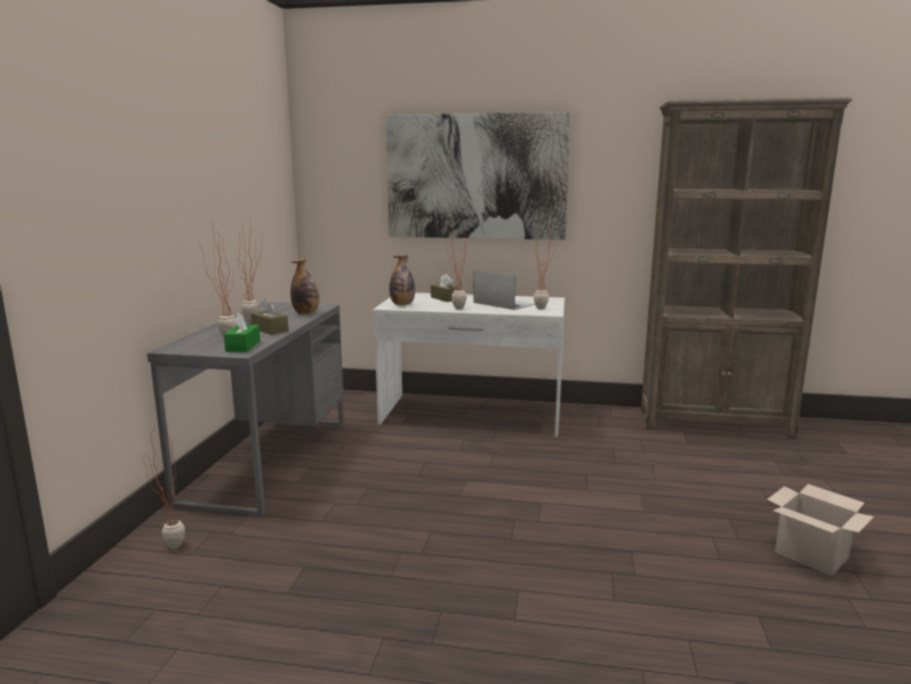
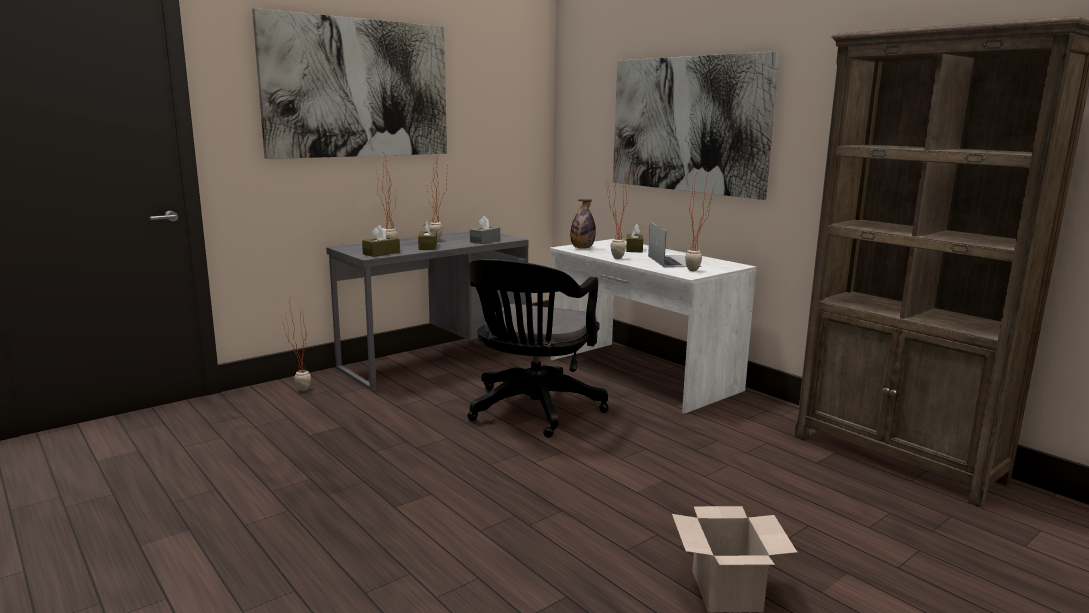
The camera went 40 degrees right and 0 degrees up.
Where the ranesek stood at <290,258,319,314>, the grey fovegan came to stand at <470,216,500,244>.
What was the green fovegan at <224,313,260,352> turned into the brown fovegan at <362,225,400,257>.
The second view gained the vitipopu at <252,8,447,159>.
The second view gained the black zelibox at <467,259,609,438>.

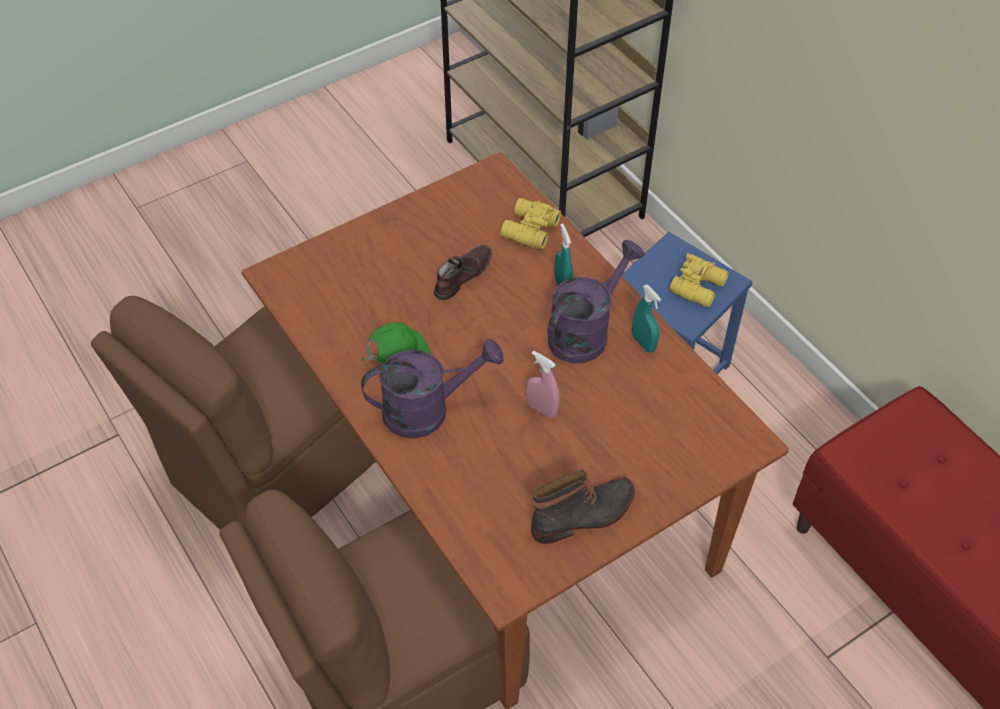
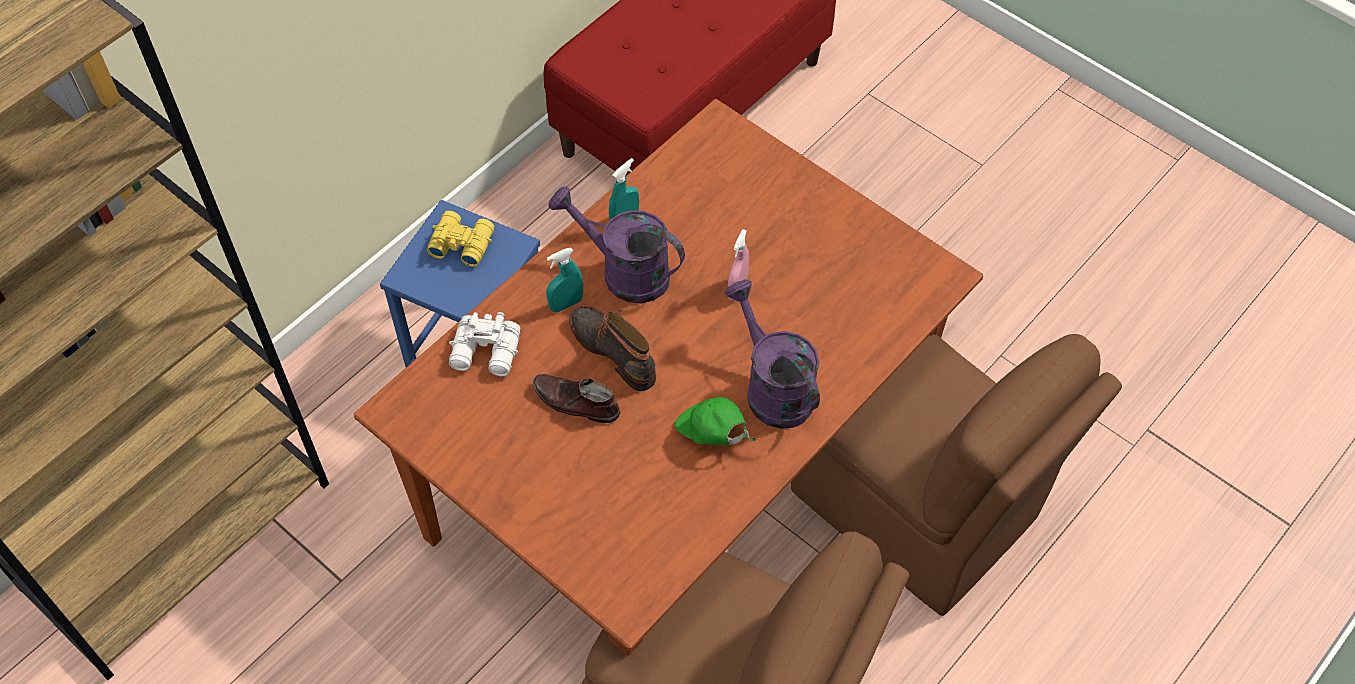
The camera went 105 degrees left and 5 degrees up.
What was the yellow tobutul at <500,198,561,250> turned into the white tobutul at <449,312,520,376>.
The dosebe ended up elsewhere, having gone from <531,469,635,544> to <569,305,656,391>.

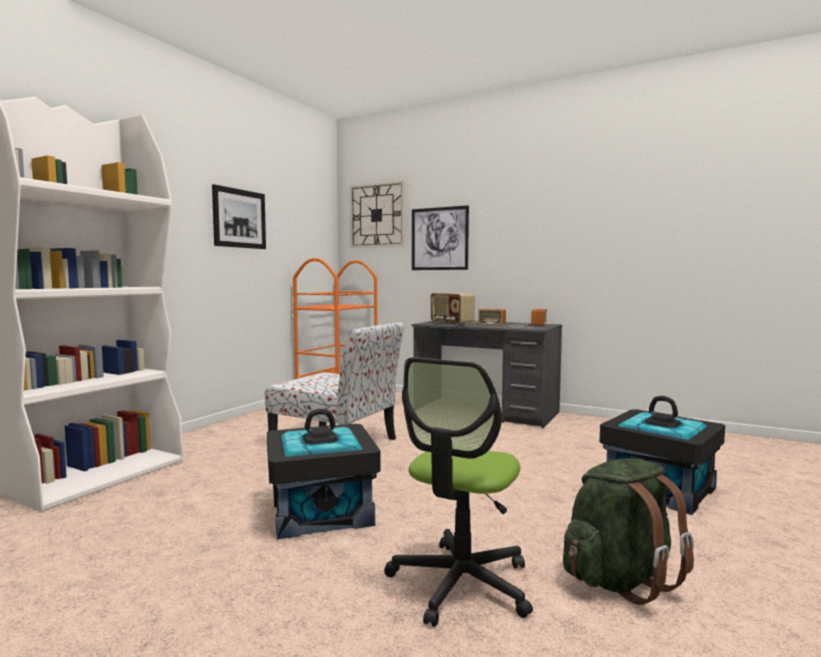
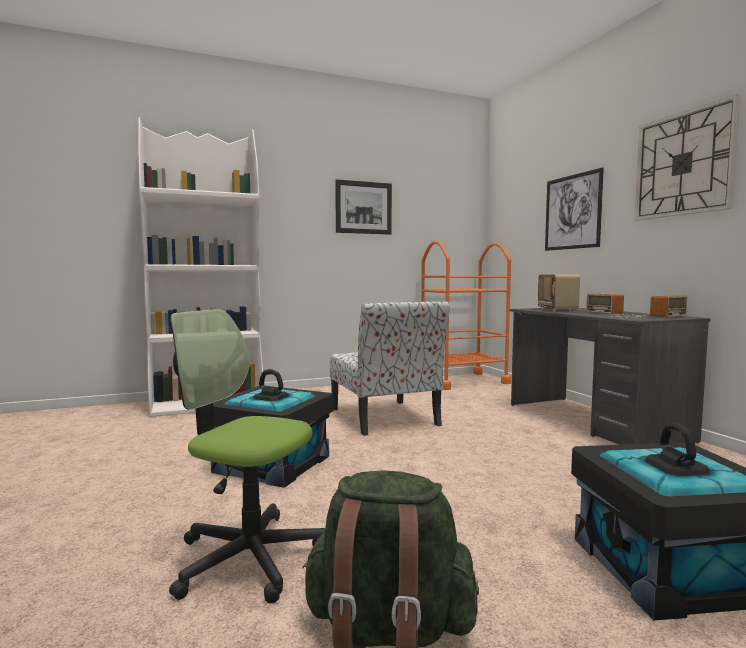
The camera went 40 degrees right and 0 degrees up.
The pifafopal ended up elsewhere, having gone from <350,181,405,248> to <634,94,740,220>.
The zelibox at <384,357,533,627> ended up facing another way, 45 degrees clockwise from before.

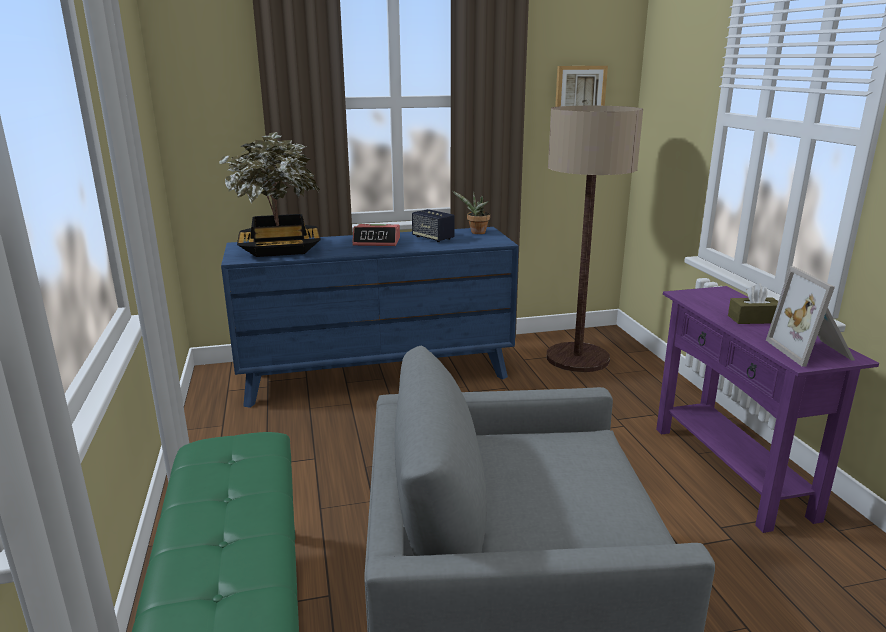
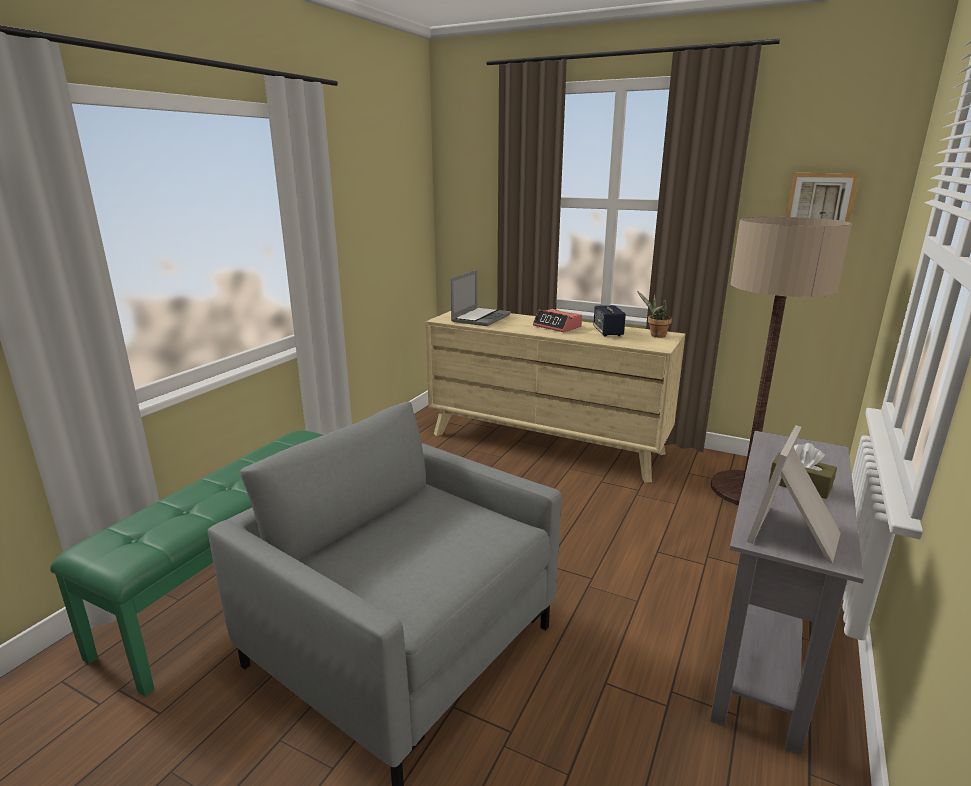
The camera went 40 degrees right and 0 degrees up.
Where the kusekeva stood at <219,132,321,257>, the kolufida came to stand at <450,270,511,326>.
What was the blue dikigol at <221,227,519,408> turned into the beige dikigol at <425,311,685,482>.
What was the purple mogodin at <656,286,879,533> turned into the grey mogodin at <710,431,864,755>.

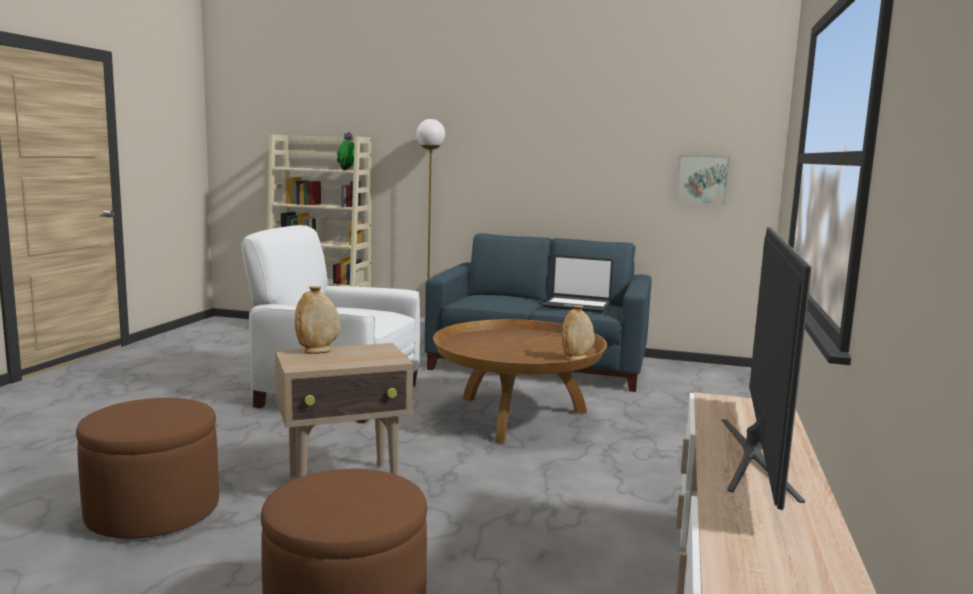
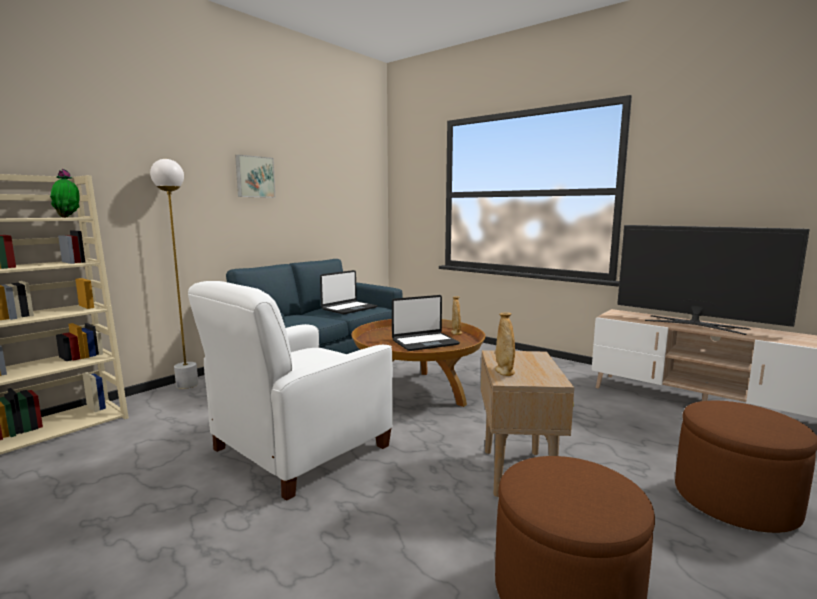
The camera went 65 degrees left and 0 degrees up.
The vitipopu ended up elsewhere, having gone from <675,155,730,206> to <235,155,275,198>.
The second view gained the kolufida at <392,295,460,351>.

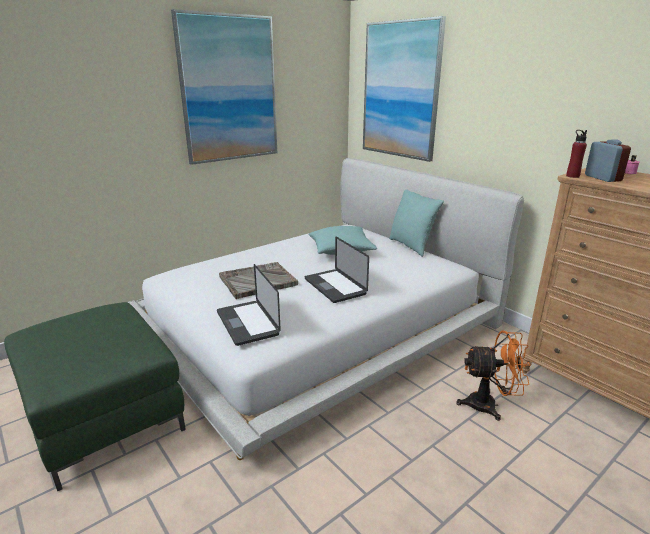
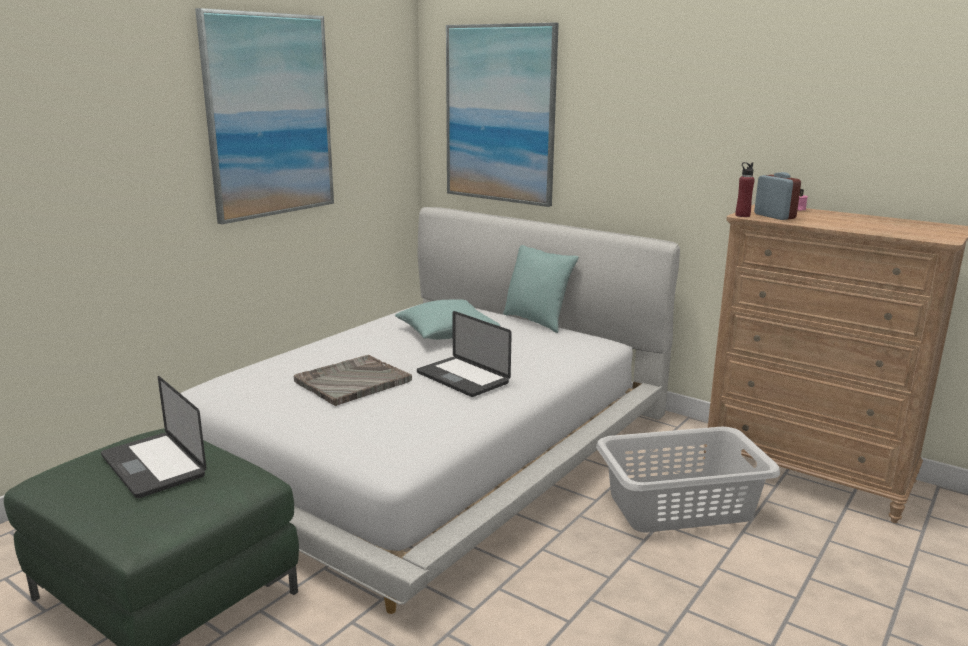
The camera went 15 degrees left and 5 degrees down.
The kolufida ended up elsewhere, having gone from <217,264,281,346> to <101,376,207,498>.
Where the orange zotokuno stood at <456,331,531,421>, the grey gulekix came to stand at <596,426,780,532>.

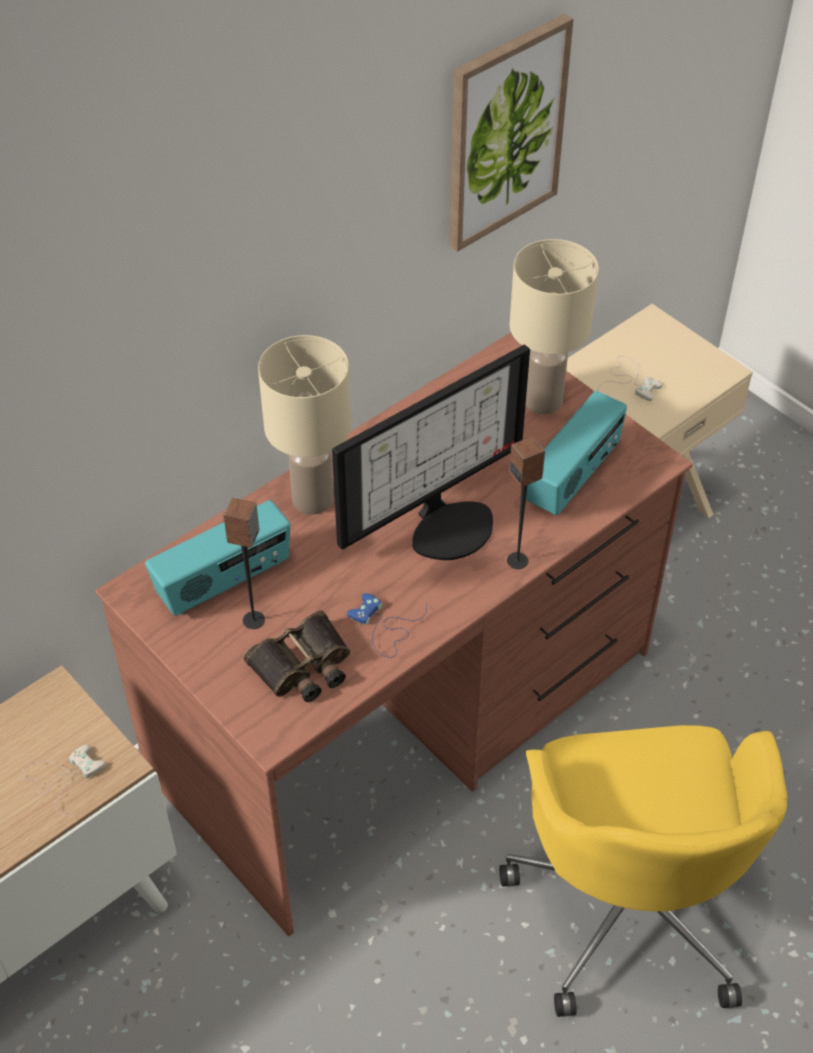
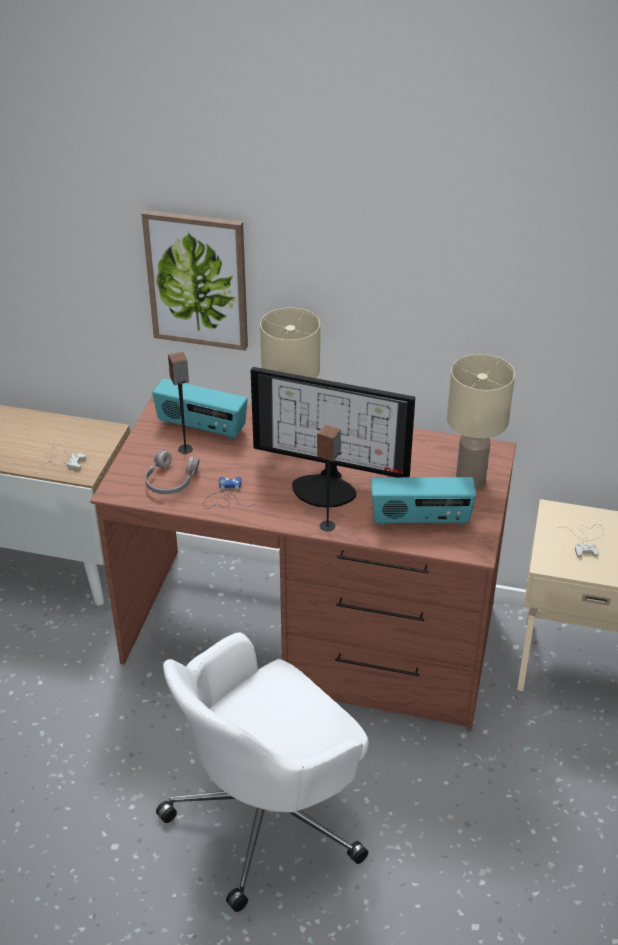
The camera went 55 degrees right and 10 degrees down.
The vitipopu ended up elsewhere, having gone from <449,14,574,252> to <142,210,248,351>.
Where the tobutul stood at <244,610,350,702>, the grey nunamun came to stand at <145,450,200,494>.
What was the yellow zelibox at <500,725,787,1017> turned into the white zelibox at <156,632,369,912>.

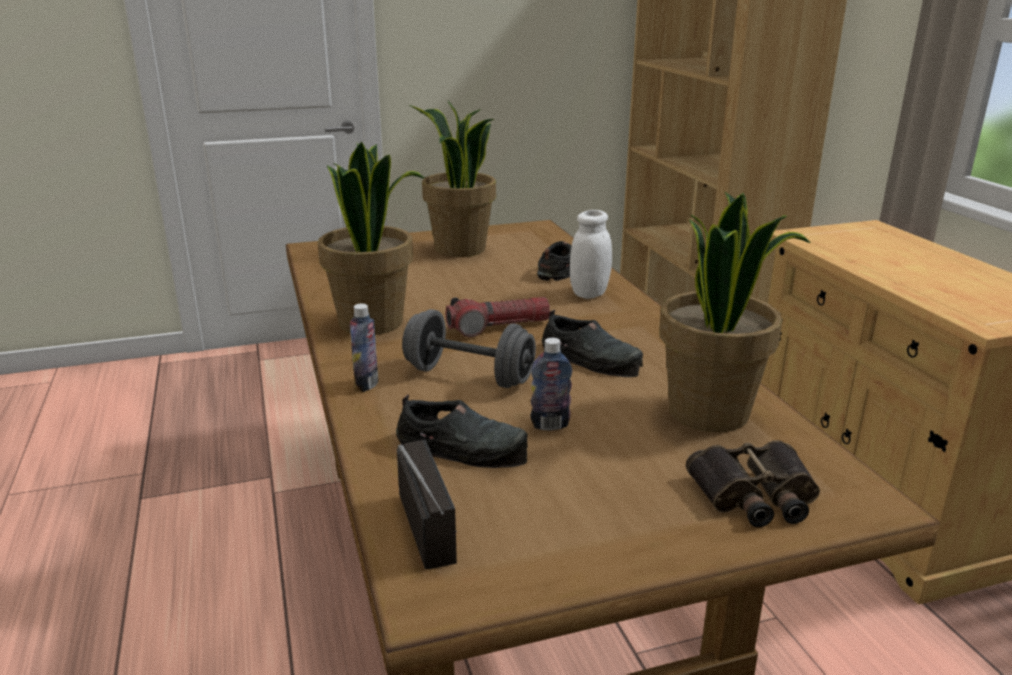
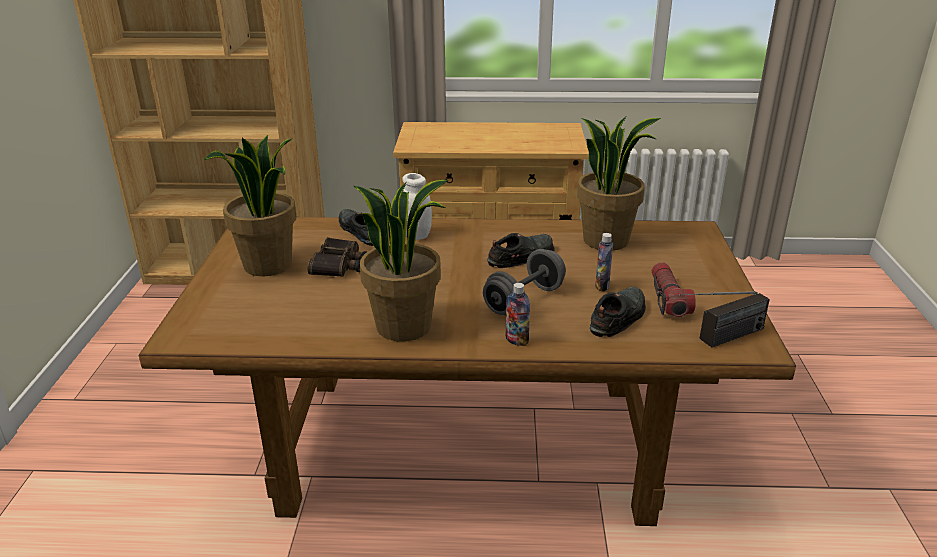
The camera went 70 degrees left and 5 degrees up.
The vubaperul ended up elsewhere, having gone from <446,297,550,337> to <652,262,696,317>.
The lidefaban at <397,440,457,569> ended up facing another way, 150 degrees clockwise from before.
The tobutul ended up elsewhere, having gone from <686,440,820,527> to <308,237,367,277>.

